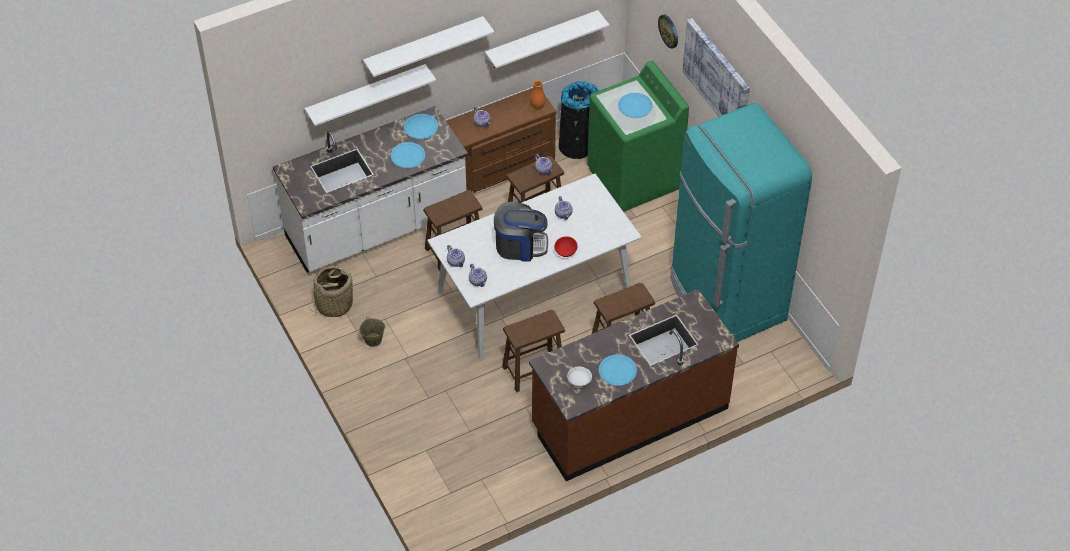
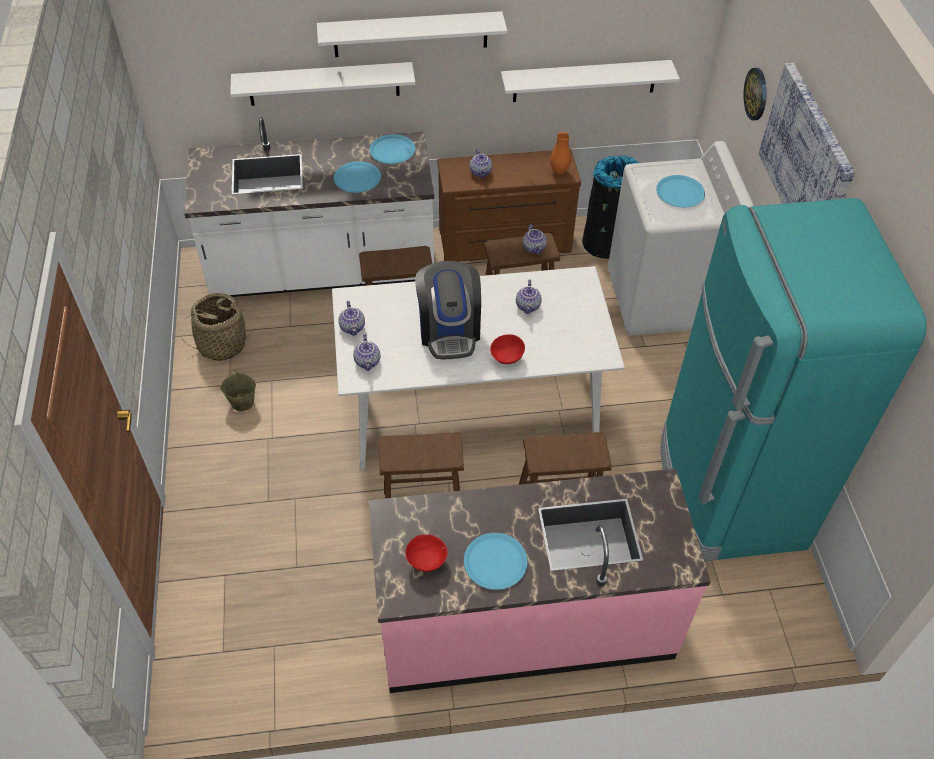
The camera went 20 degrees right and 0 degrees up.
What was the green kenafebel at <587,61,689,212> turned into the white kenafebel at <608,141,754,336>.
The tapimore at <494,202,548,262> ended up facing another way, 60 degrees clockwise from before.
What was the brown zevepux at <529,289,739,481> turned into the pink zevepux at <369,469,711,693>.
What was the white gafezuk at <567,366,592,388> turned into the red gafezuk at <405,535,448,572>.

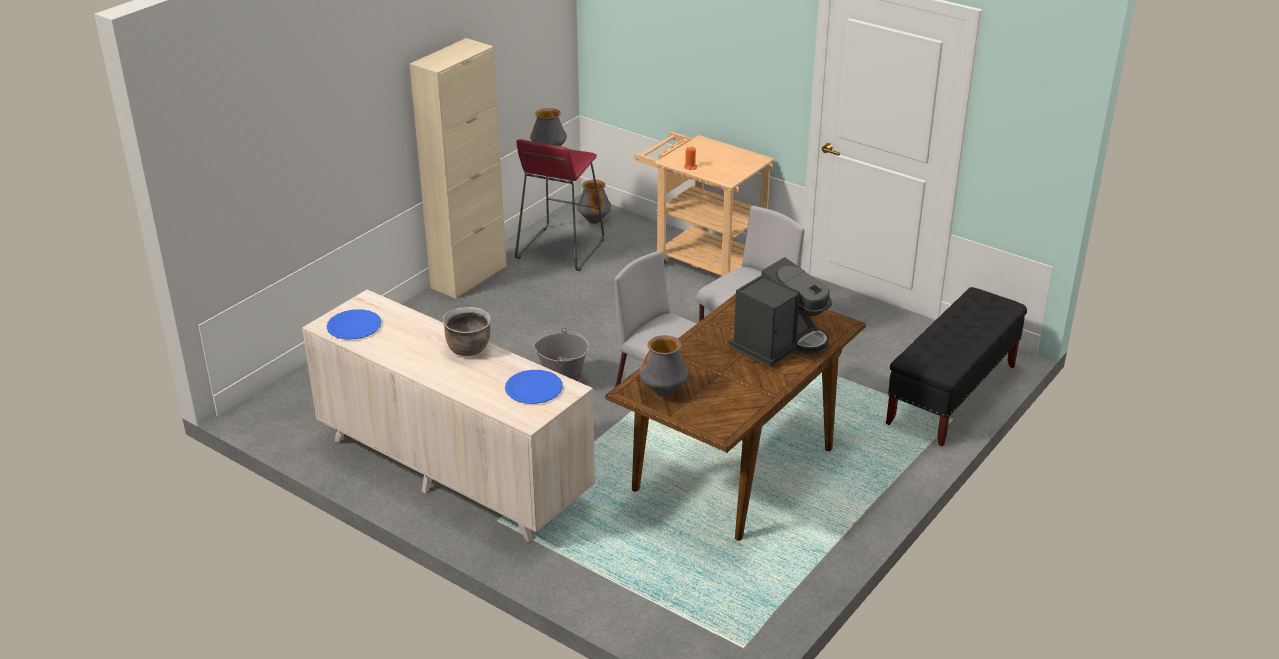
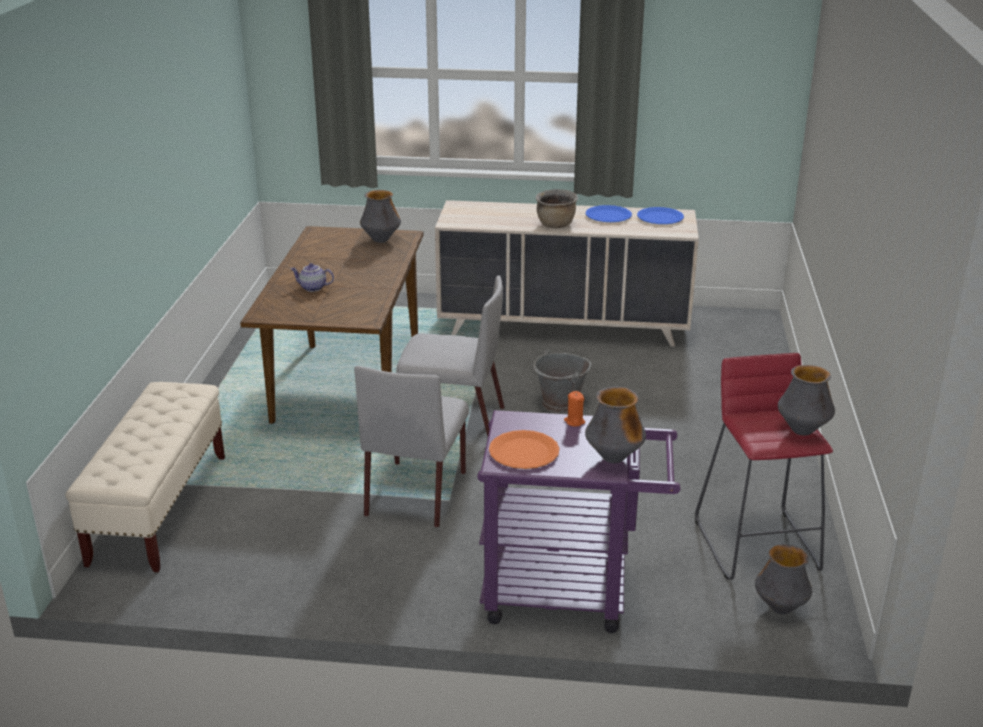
The camera went 150 degrees right and 5 degrees down.
The second view lost the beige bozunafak at <410,38,507,299>.
What was the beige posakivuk at <633,132,774,277> turned into the purple posakivuk at <477,410,680,633>.
Where the tapimore stood at <729,257,832,367>, the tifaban came to stand at <290,263,334,292>.
What was the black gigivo at <886,287,1027,447> turned into the beige gigivo at <65,382,225,572>.
The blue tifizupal ended up elsewhere, having gone from <505,370,563,404> to <586,205,632,222>.
The second view gained the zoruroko at <585,387,646,463>.
The second view gained the orange tifizupal at <489,430,559,469>.

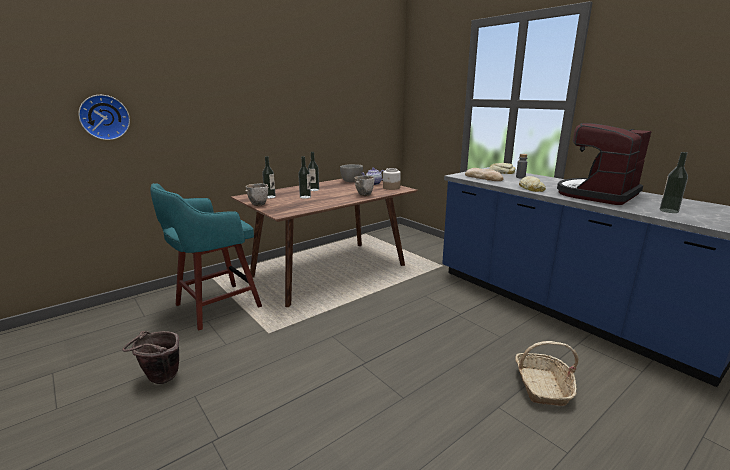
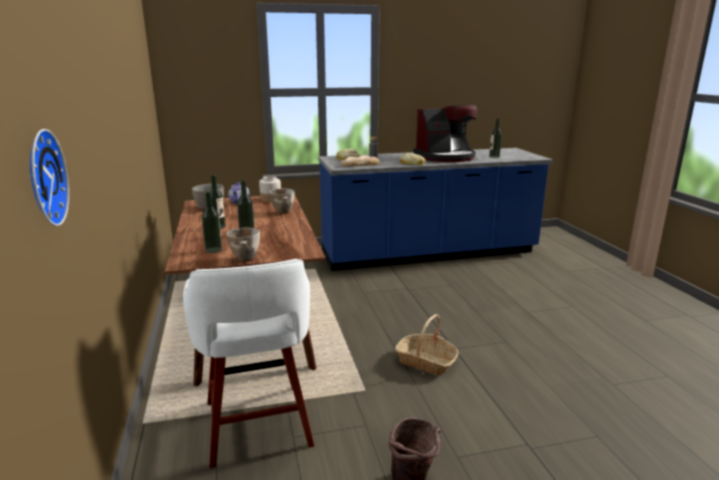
The camera went 65 degrees left and 0 degrees up.
The tapimore at <557,123,652,205> ended up facing another way, 90 degrees counterclockwise from before.
What was the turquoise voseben at <150,183,262,330> turned into the white voseben at <183,259,314,468>.
The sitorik ended up elsewhere, having gone from <515,341,579,406> to <395,314,459,375>.

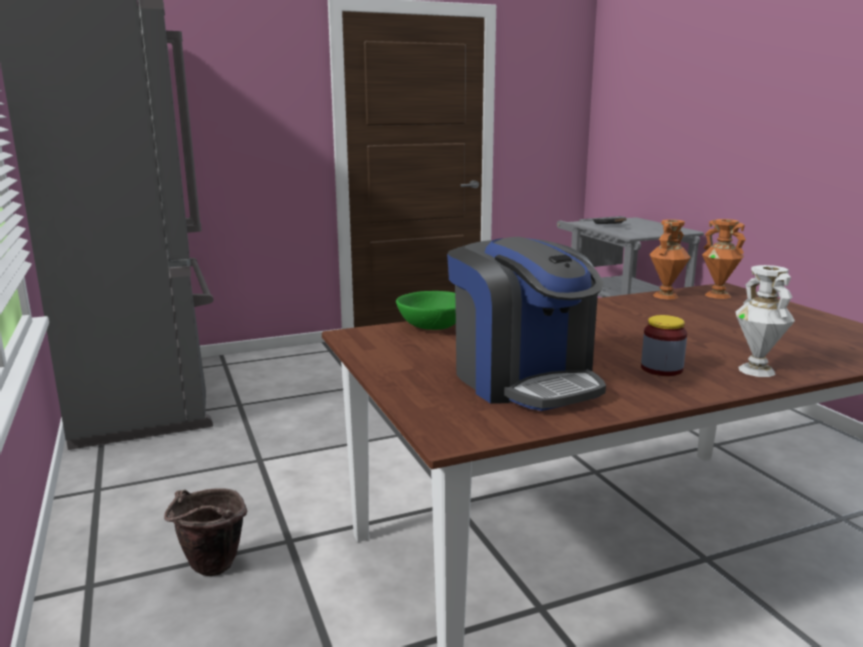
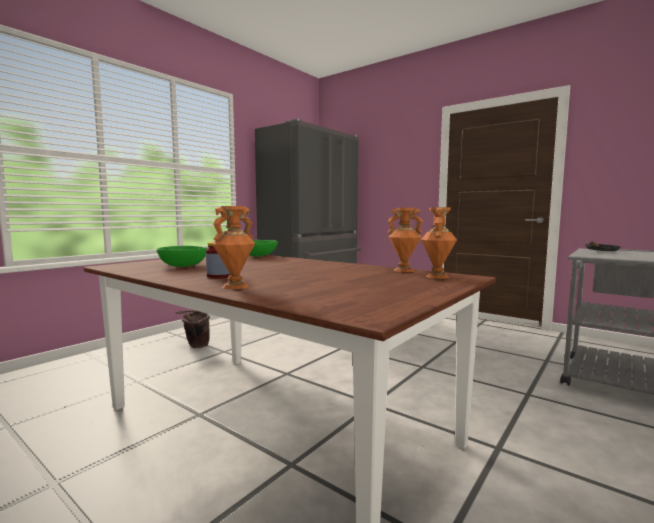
The camera went 60 degrees right and 10 degrees down.
Where the tapimore stood at <447,237,606,411>, the green gafezuk came to stand at <156,246,207,267>.
What was the white zoruroko at <736,265,795,377> turned into the orange zoruroko at <212,206,255,289>.

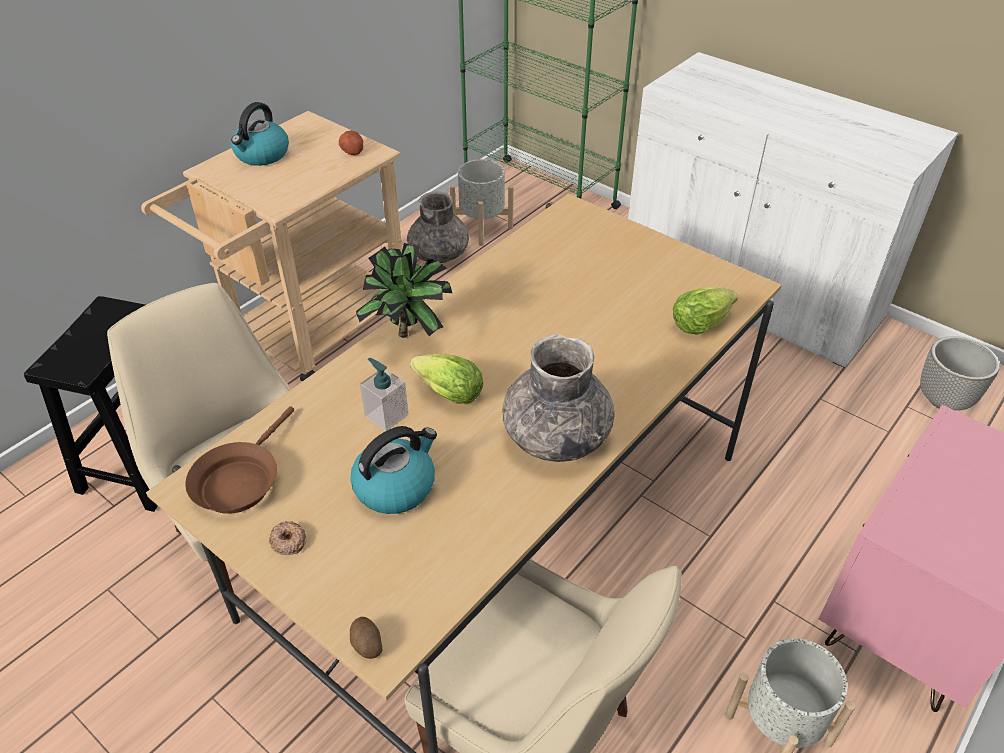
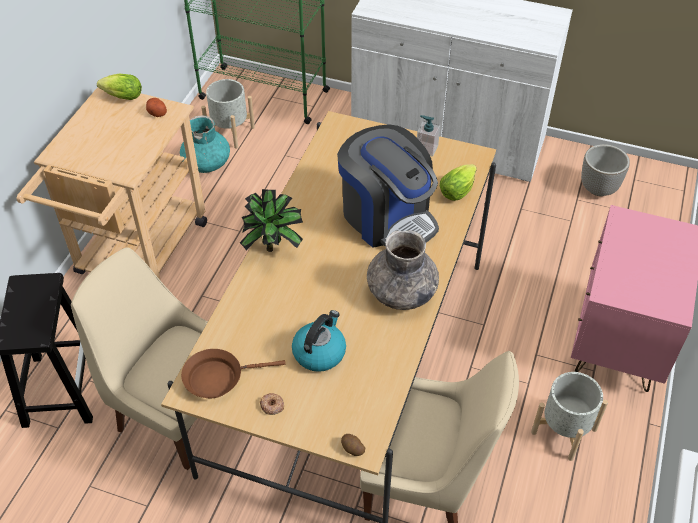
The camera went 20 degrees left and 5 degrees up.
The second view lost the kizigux at <231,102,289,166>.
What was the grey zoruroko at <407,191,469,263> turned into the turquoise zoruroko at <180,115,230,173>.
The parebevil ended up elsewhere, having gone from <410,354,483,404> to <97,74,142,100>.
The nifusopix ended up elsewhere, having gone from <360,358,409,431> to <417,115,440,157>.
The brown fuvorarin at <185,406,294,514> ended up facing another way, 75 degrees clockwise from before.
The second view gained the tapimore at <337,124,439,248>.

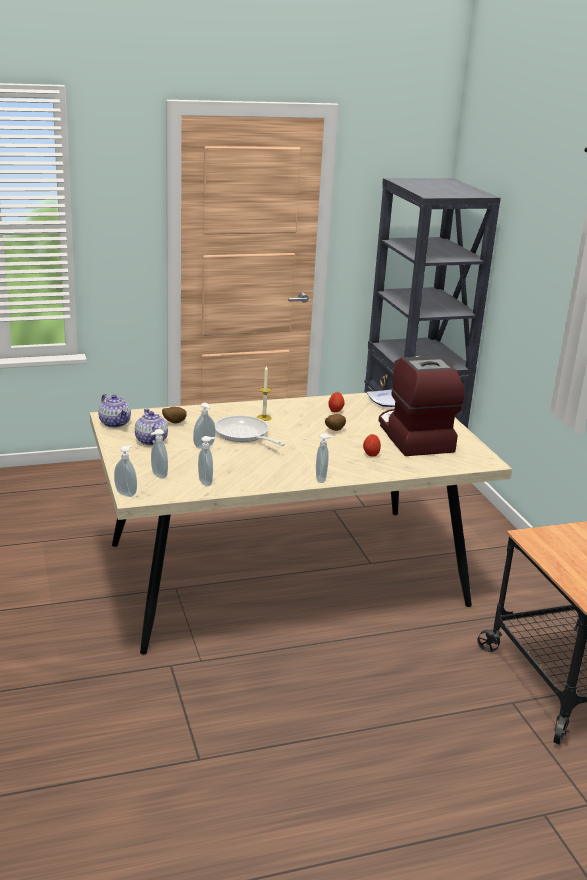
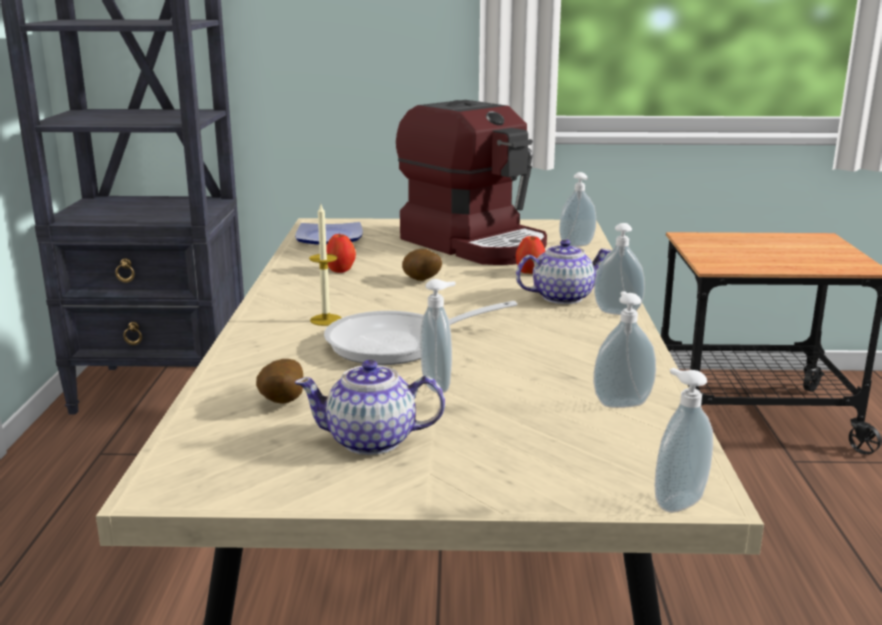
The camera went 70 degrees left and 5 degrees down.
The tapimore at <379,356,464,456> ended up facing another way, 135 degrees counterclockwise from before.
The tifaban ended up elsewhere, having gone from <98,394,131,428> to <516,239,611,304>.
The nifusopix ended up elsewhere, having gone from <151,429,168,479> to <559,172,596,247>.

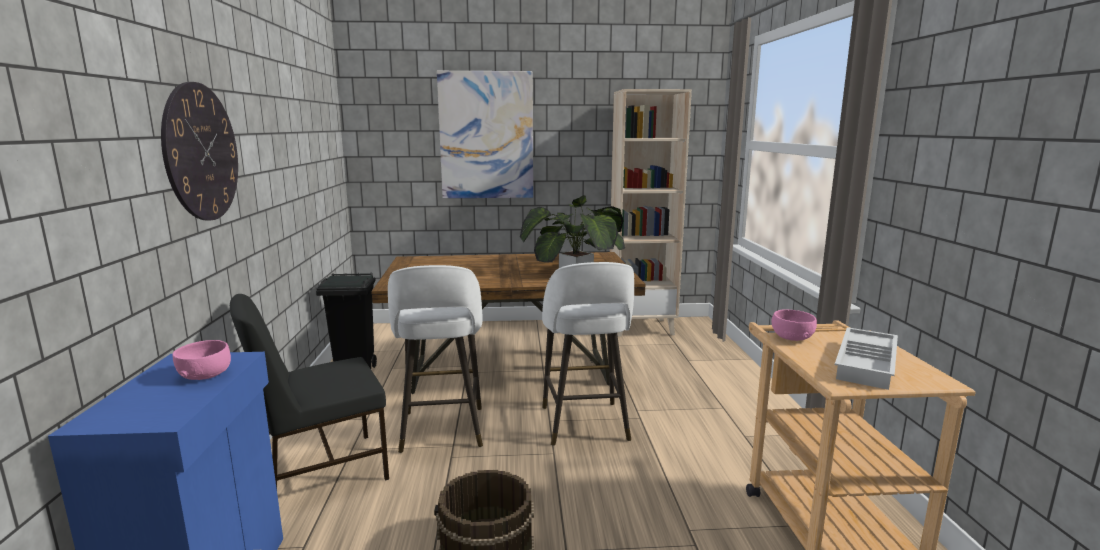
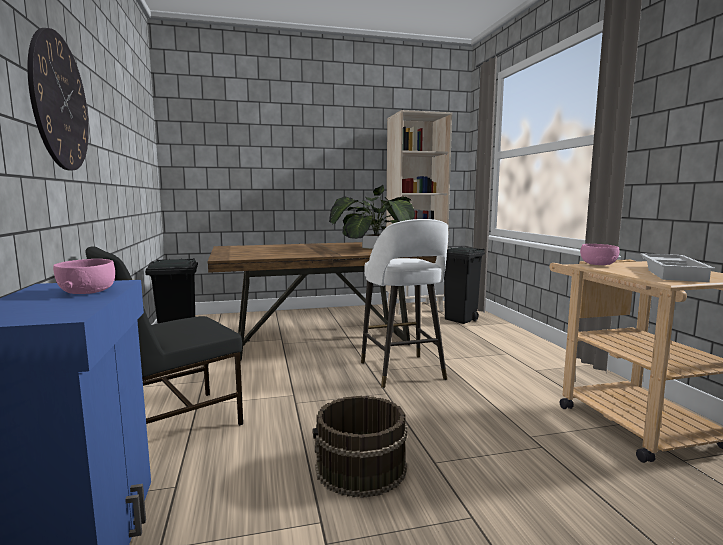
The camera went 10 degrees left and 5 degrees down.
The second view lost the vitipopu at <437,71,533,198>.
The second view lost the white voseben at <388,265,483,453>.
The second view gained the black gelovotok at <444,246,485,324>.

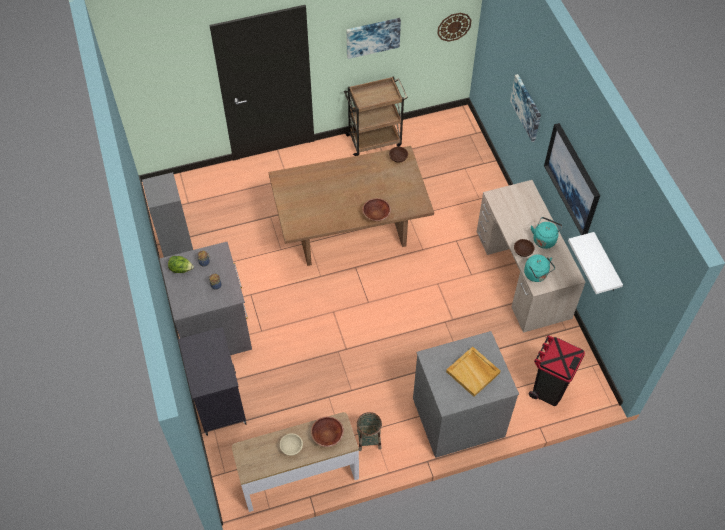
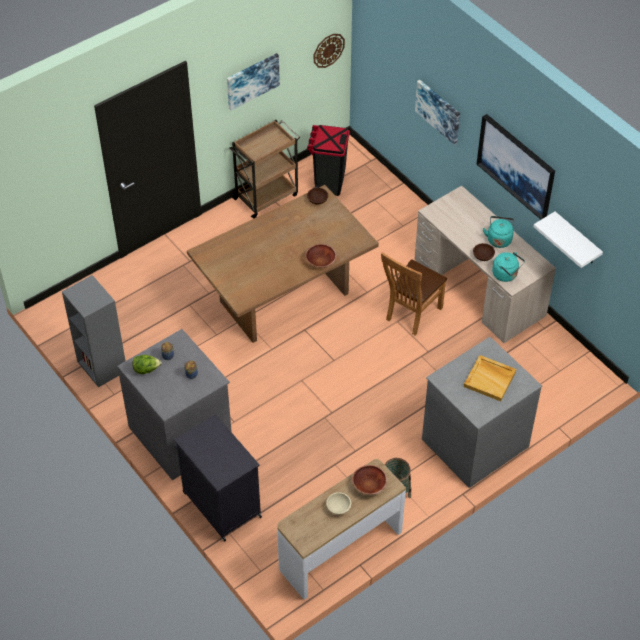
The camera went 20 degrees left and 5 degrees down.
The black gelovotok ended up elsewhere, having gone from <529,335,585,406> to <307,125,350,196>.
The second view gained the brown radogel at <381,252,447,335>.

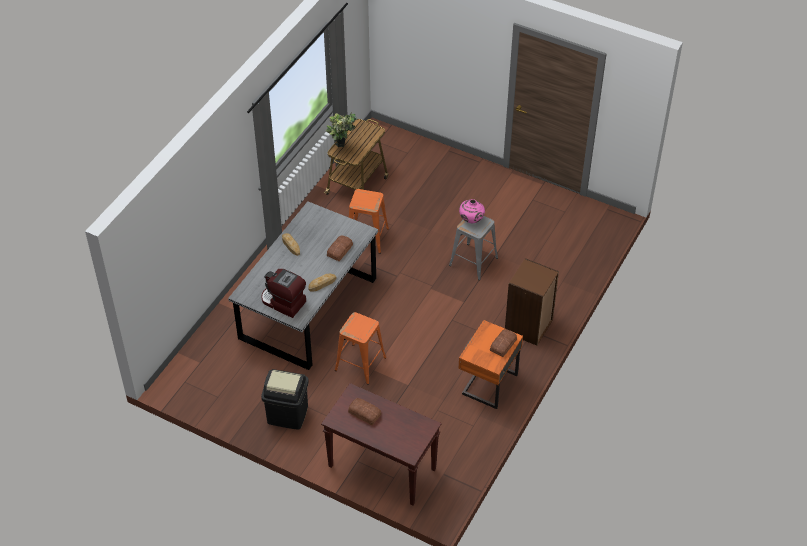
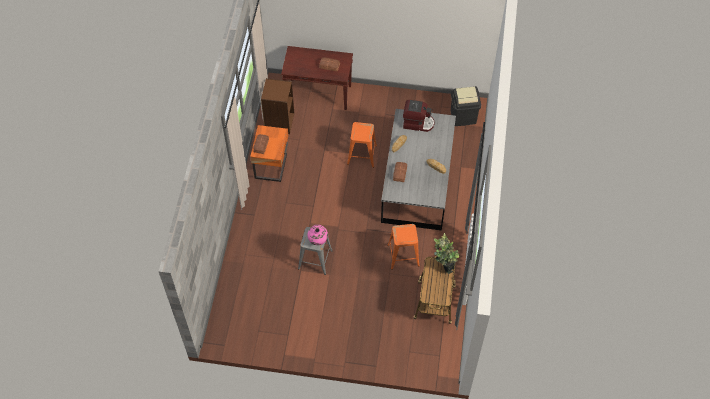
The camera went 160 degrees right and 10 degrees up.
The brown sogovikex ended up elsewhere, having gone from <505,258,559,346> to <261,78,294,134>.
The black gelovotok ended up elsewhere, having gone from <261,369,309,430> to <451,86,481,126>.

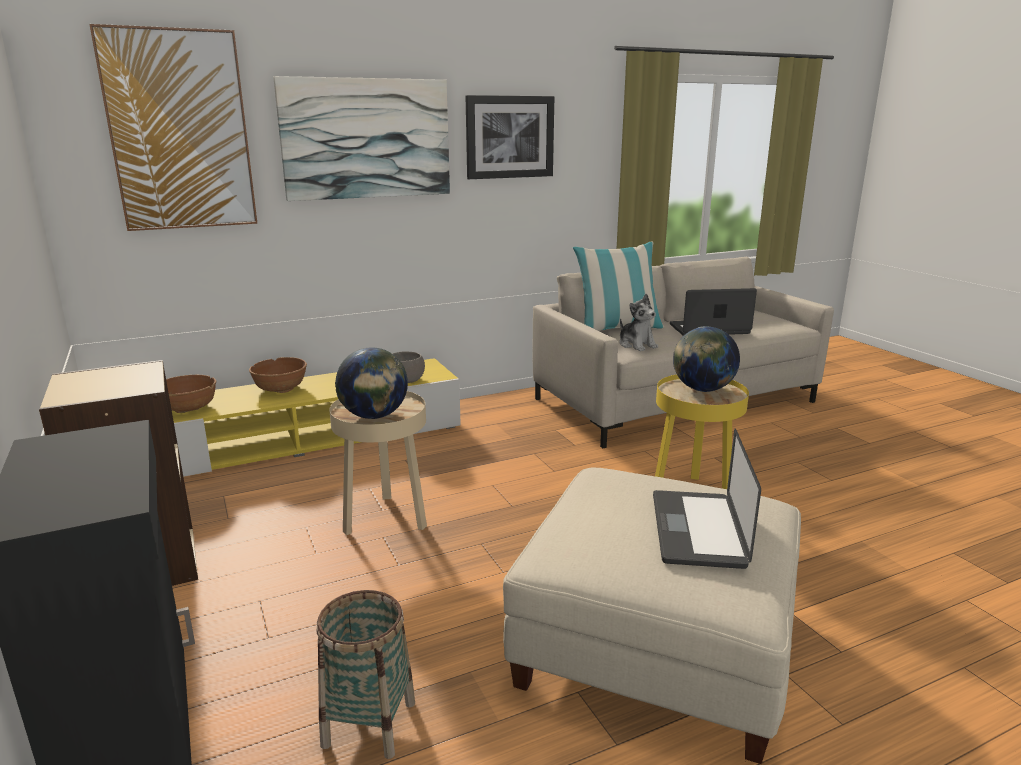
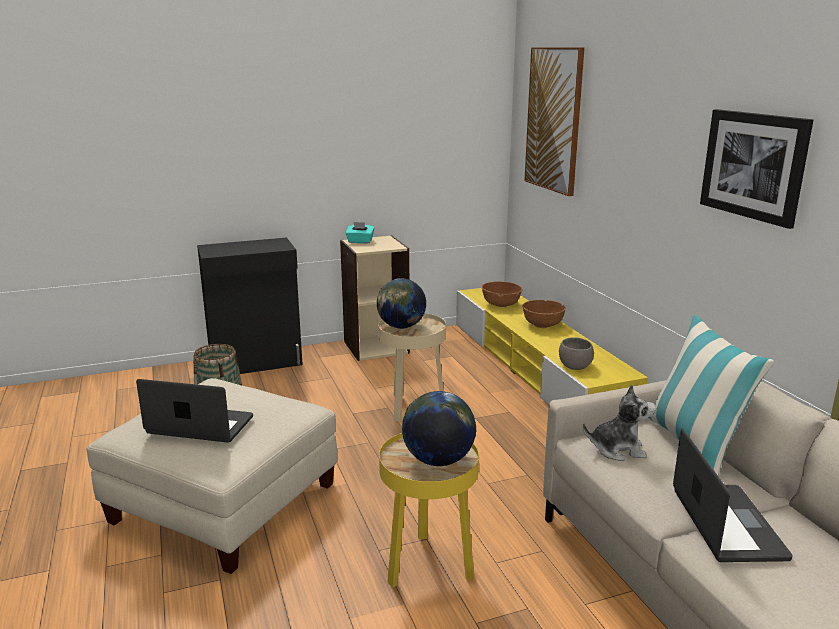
The camera went 95 degrees right and 0 degrees up.
The second view lost the vitipopu at <273,76,450,201>.
The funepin at <619,294,658,351> ended up facing another way, 150 degrees counterclockwise from before.
The second view gained the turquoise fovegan at <346,222,374,243>.

